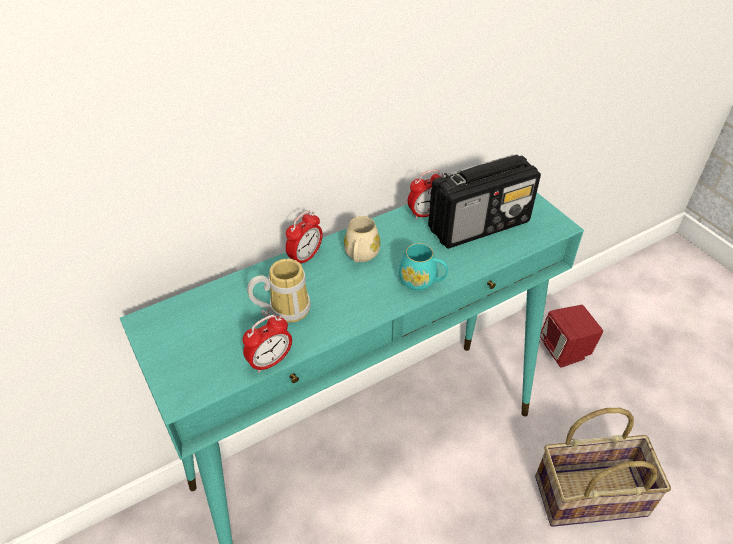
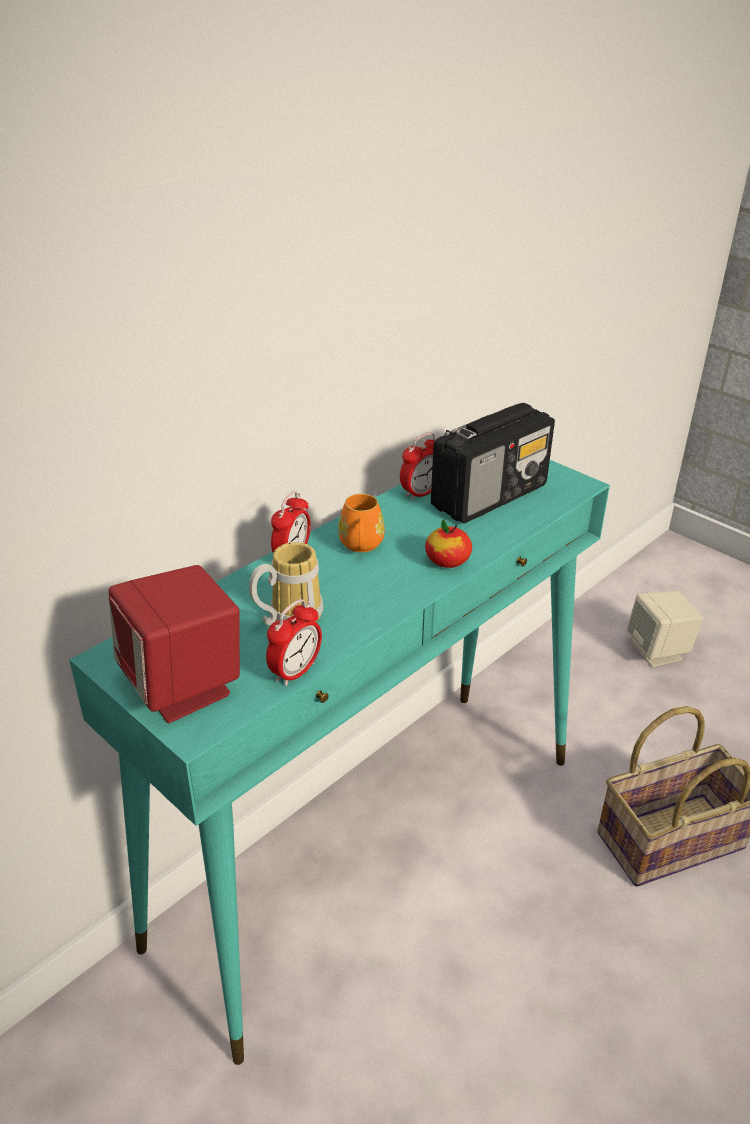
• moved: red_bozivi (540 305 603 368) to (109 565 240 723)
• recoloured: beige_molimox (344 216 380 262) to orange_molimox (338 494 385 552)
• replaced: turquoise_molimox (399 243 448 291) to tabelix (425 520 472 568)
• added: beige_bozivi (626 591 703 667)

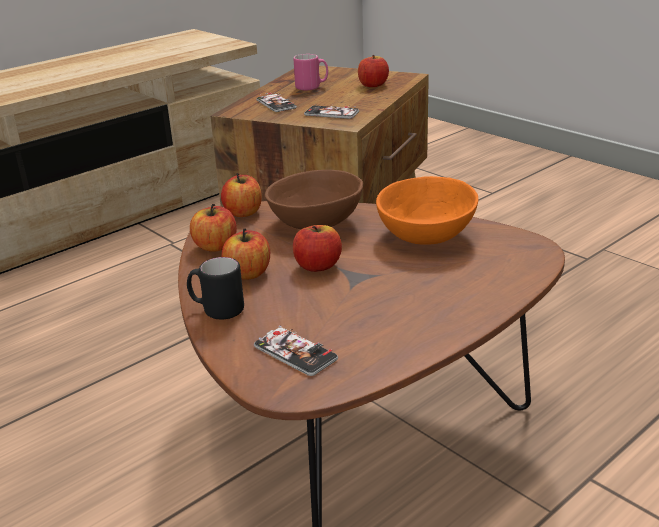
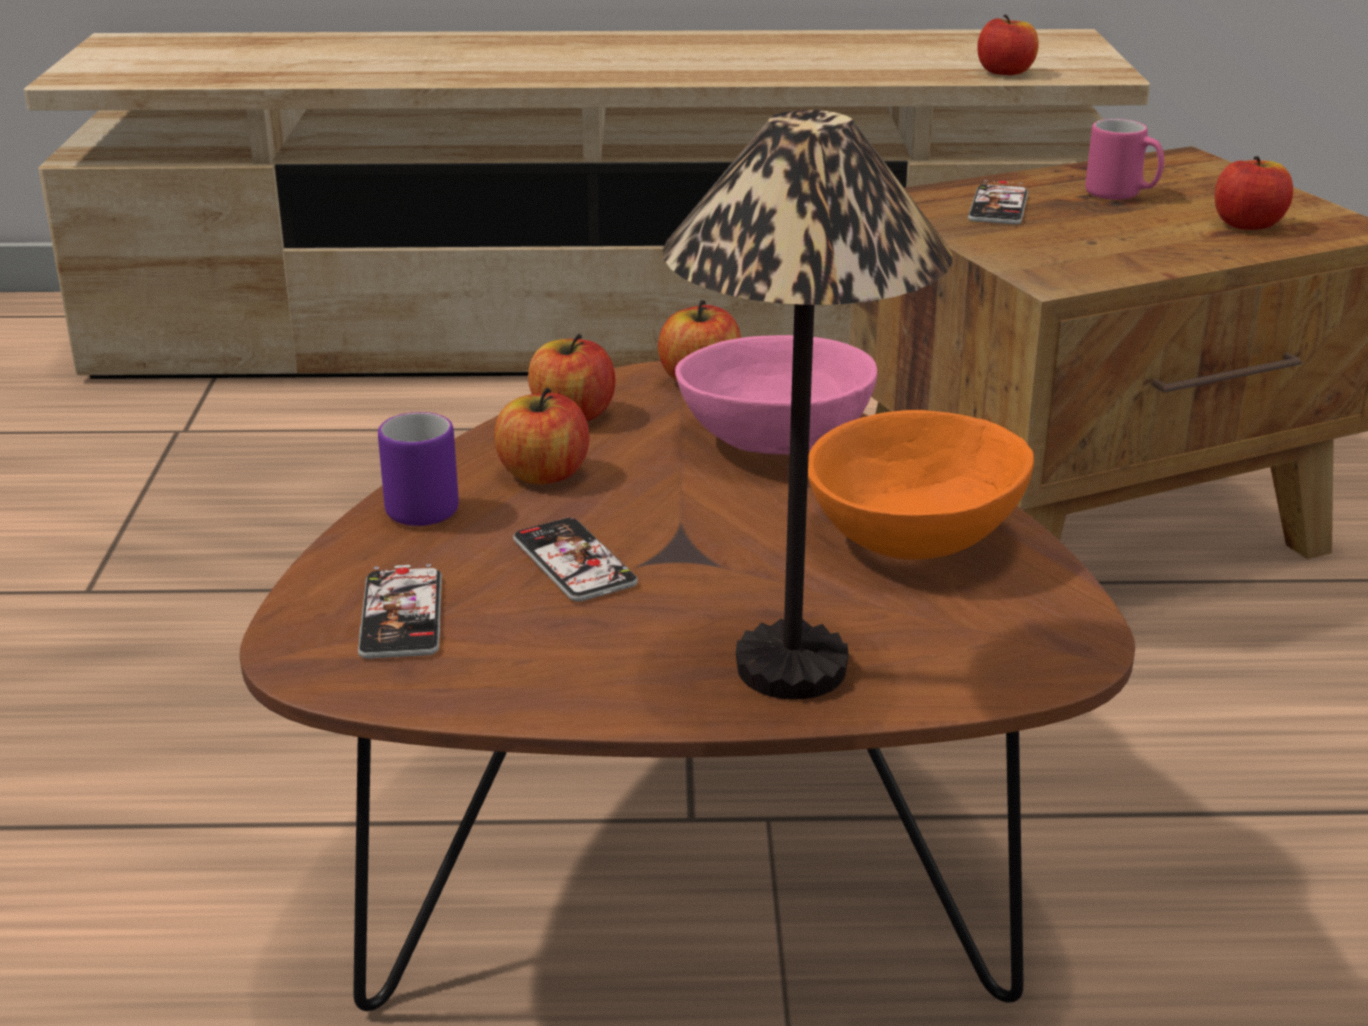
• recoloured: black_molimox (187 257 244 320) to purple_molimox (378 412 459 526)
• moved: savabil (304 104 359 119) to (513 517 638 602)
• added: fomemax (663 110 952 700)
• recoloured: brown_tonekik (265 170 363 229) to pink_tonekik (675 335 877 455)
• moved: tabelix (293 225 342 272) to (977 14 1039 75)

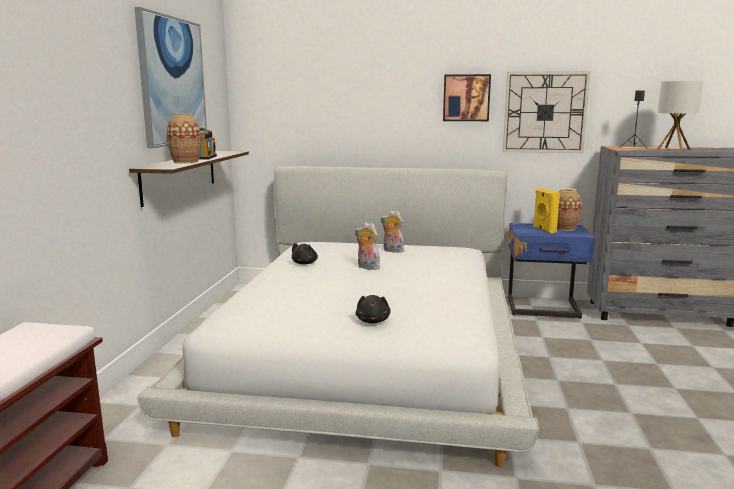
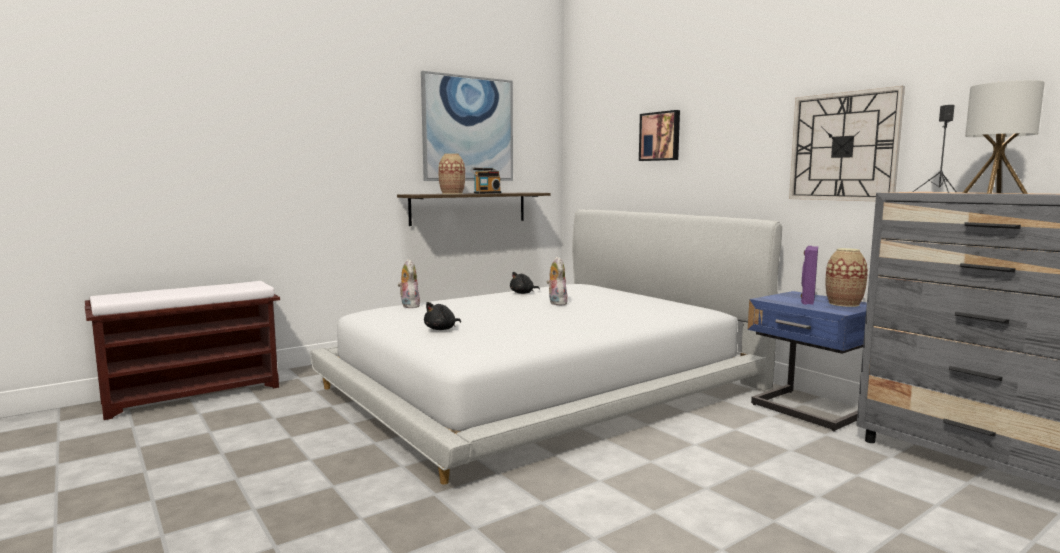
• moved: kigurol (381 210 404 253) to (398 259 420 308)
• moved: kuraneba (443 74 491 121) to (639 110 680 161)
• recoloured: yellow_bozivi (533 188 560 233) to purple_bozivi (801 246 818 305)

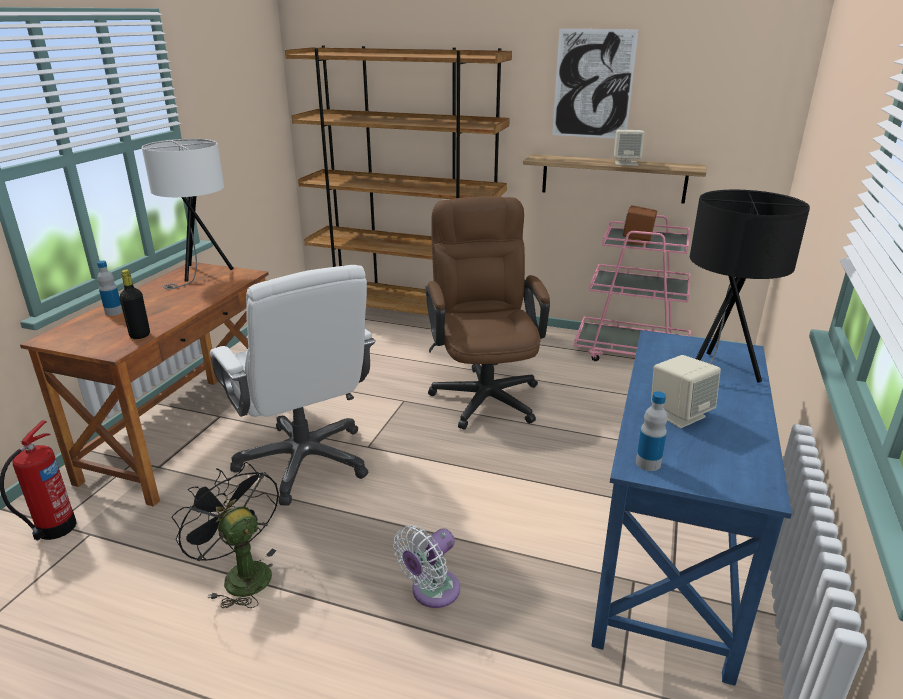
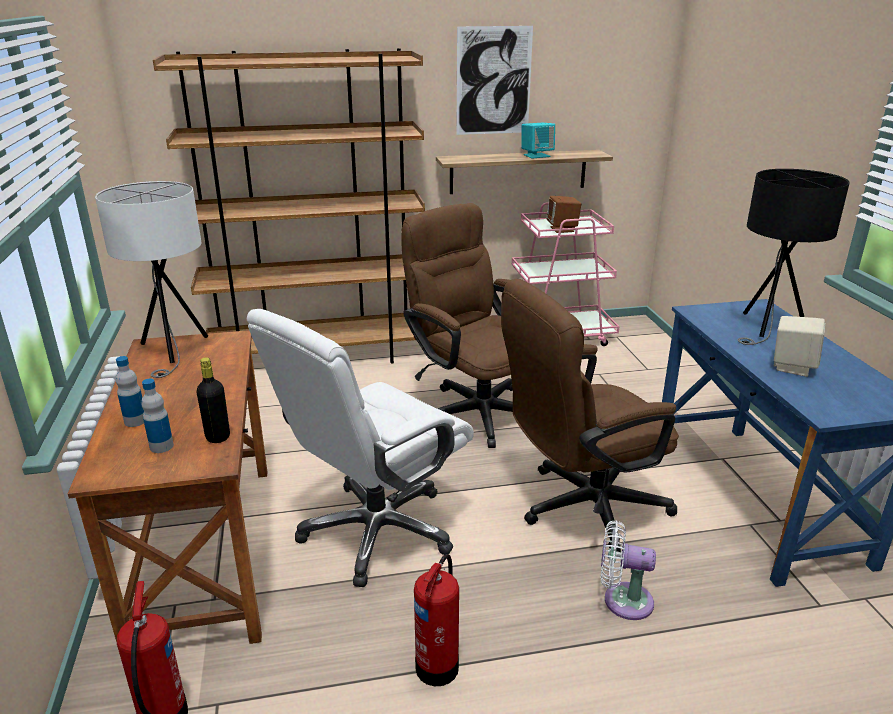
• moved: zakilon (636 391 668 471) to (141 379 174 453)
• turned: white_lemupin (210 265 376 506) = (247 309 474 587) 105 degrees clockwise
• replaced: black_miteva (172 462 279 608) to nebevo (414 554 459 686)
• added: brown_lemupin (501 279 679 552)
• recoloured: beige_bozivi (614 130 645 166) to turquoise_bozivi (521 123 555 159)
• turned: white_miteva (393 525 460 608) = (601 520 656 620) 90 degrees clockwise

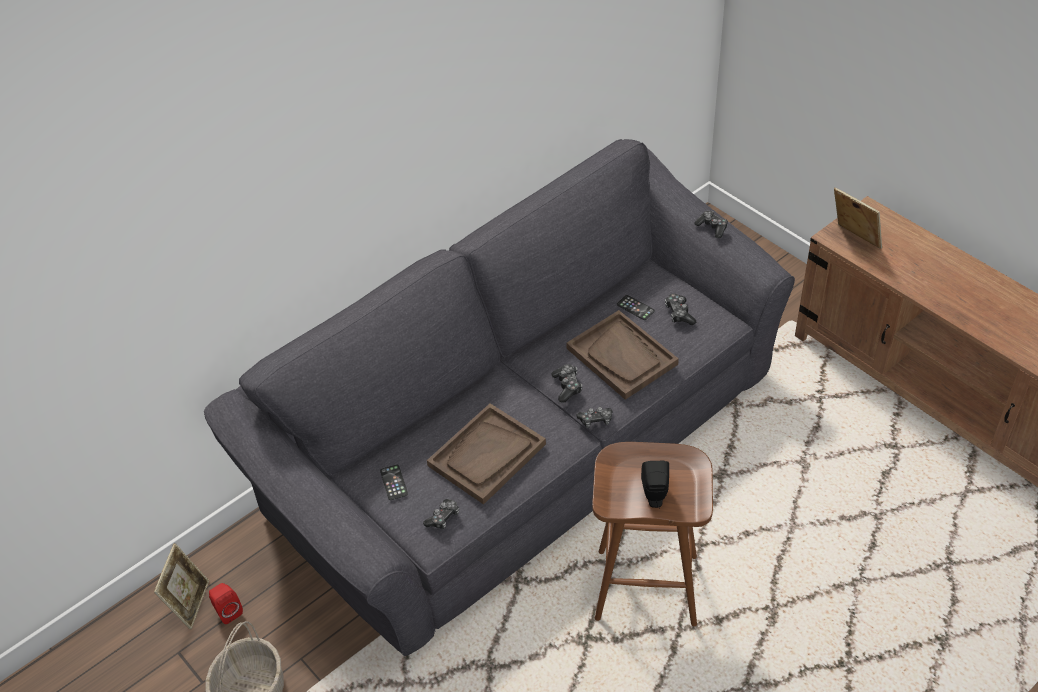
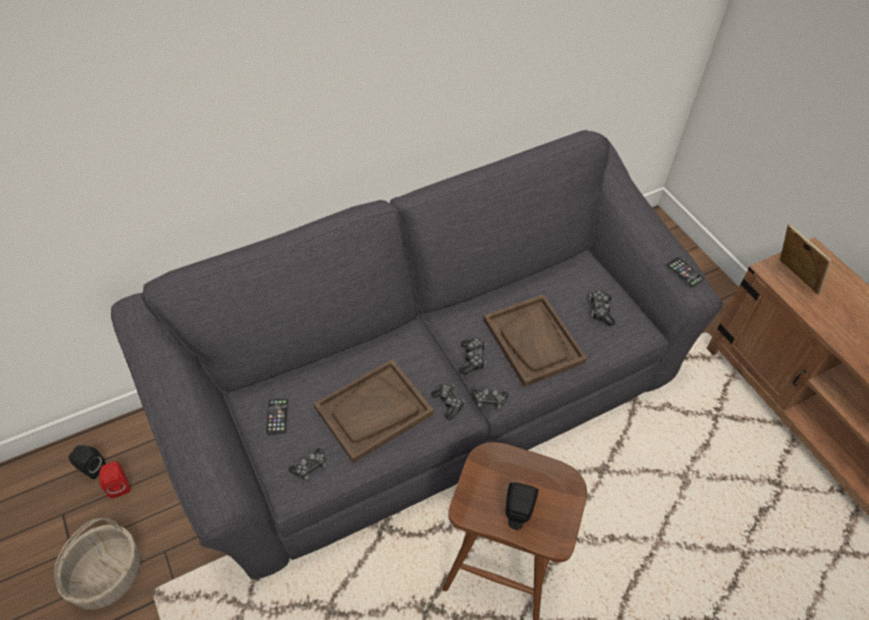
• replaced: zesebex (154 543 209 629) to black_bozivi (68 445 106 479)
• moved: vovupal (695 211 728 238) to (431 384 464 420)
• moved: savabil (617 295 655 320) to (667 257 704 287)

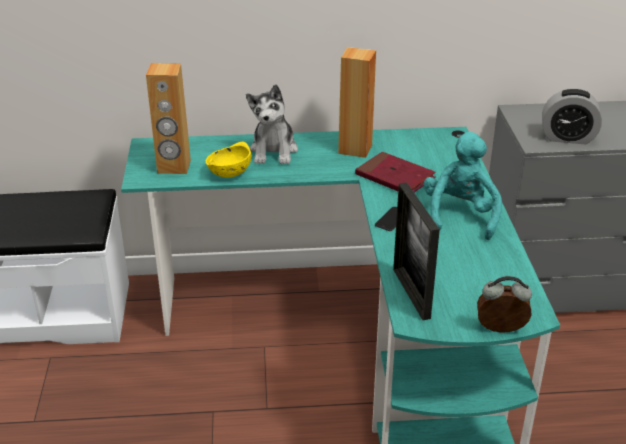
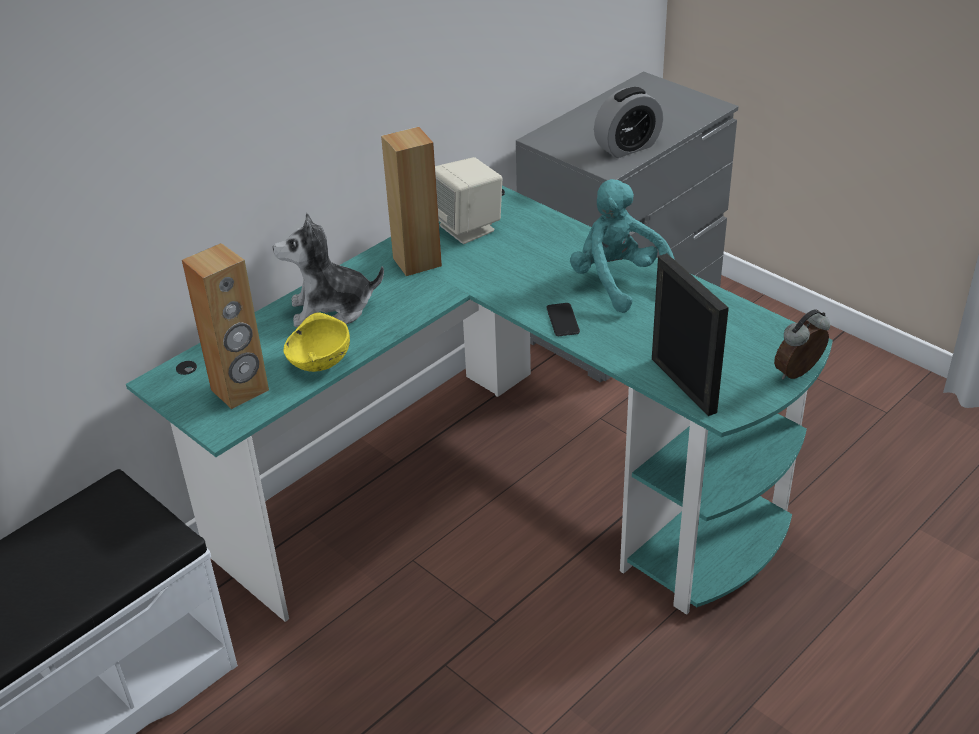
• turned: kigurol (246 84 298 164) = (273 213 384 327) 120 degrees clockwise
• added: beige_bozivi (435 157 502 244)
• turned: zesebex (393 183 440 320) = (652 253 729 416) 150 degrees counterclockwise
• removed: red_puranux (355 152 436 192)

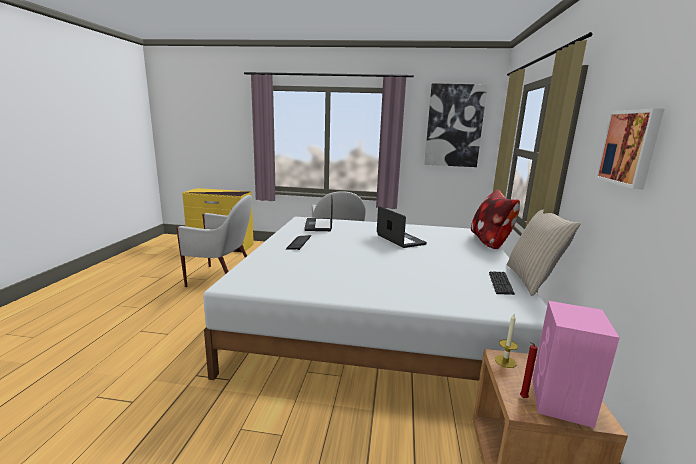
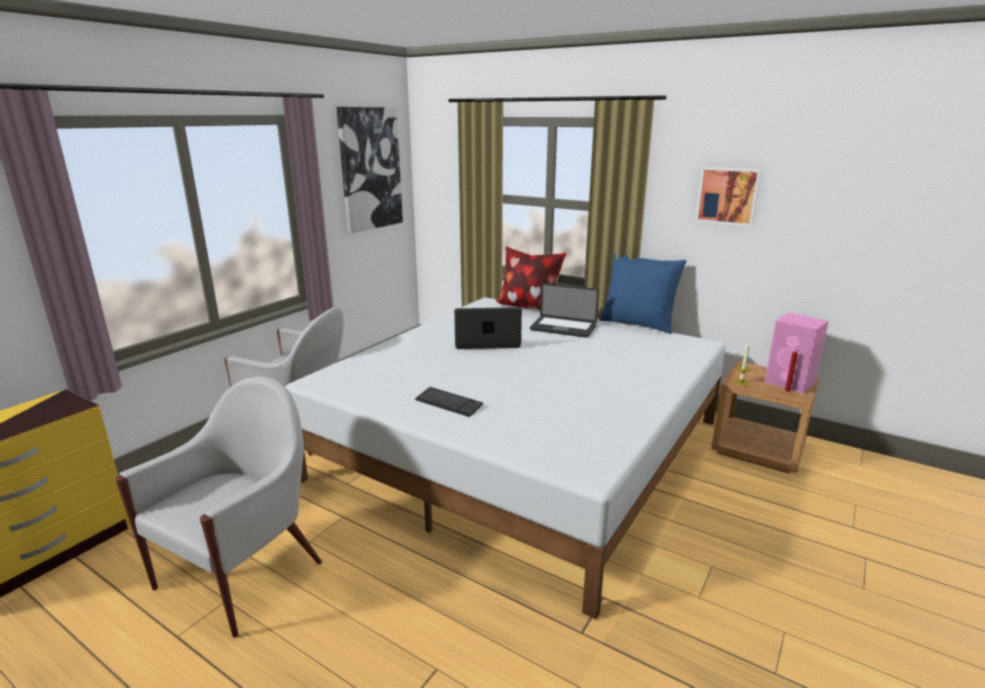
• moved: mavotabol (304 199 333 231) to (530 283 599 338)
• recoloured: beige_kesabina (507 209 581 296) to blue_kesabina (599 253 686 334)
• removed: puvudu (489 271 515 295)

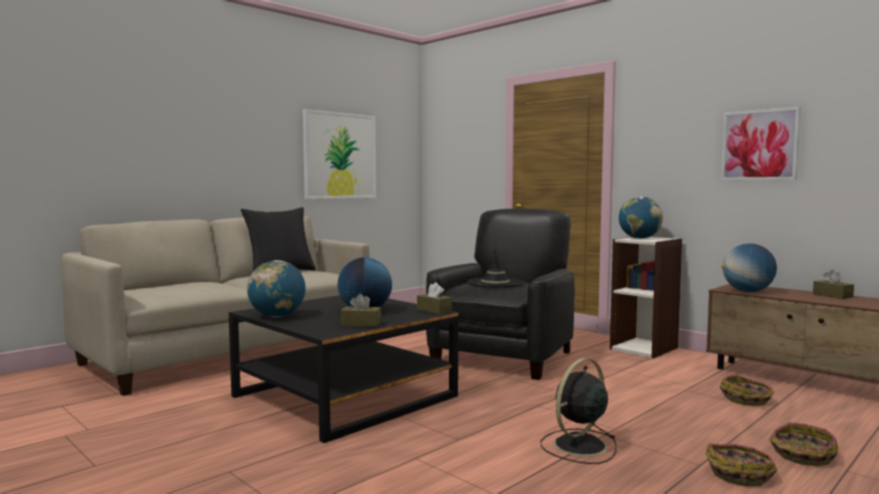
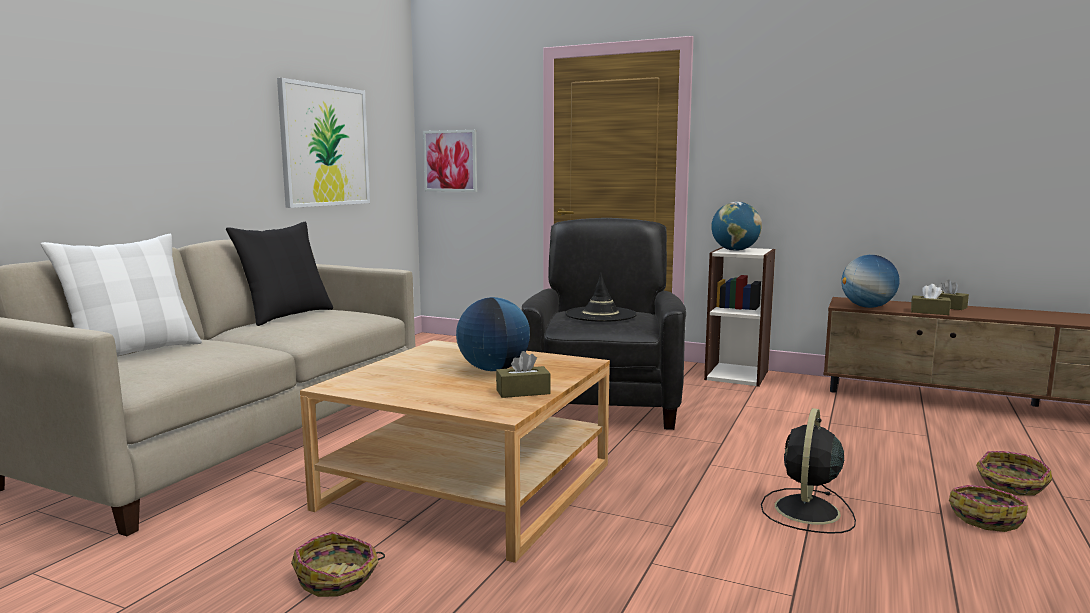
• added: white_kesabina (41 234 202 356)
• moved: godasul (719 375 775 406) to (291 532 385 597)
• recoloured: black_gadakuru (229 295 458 443) to beige_gadakuru (300 340 610 563)
• moved: kuraneba (721 107 801 181) to (423 130 477 192)
• moved: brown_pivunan (417 282 452 314) to (911 284 951 315)
• removed: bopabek (247 260 306 317)

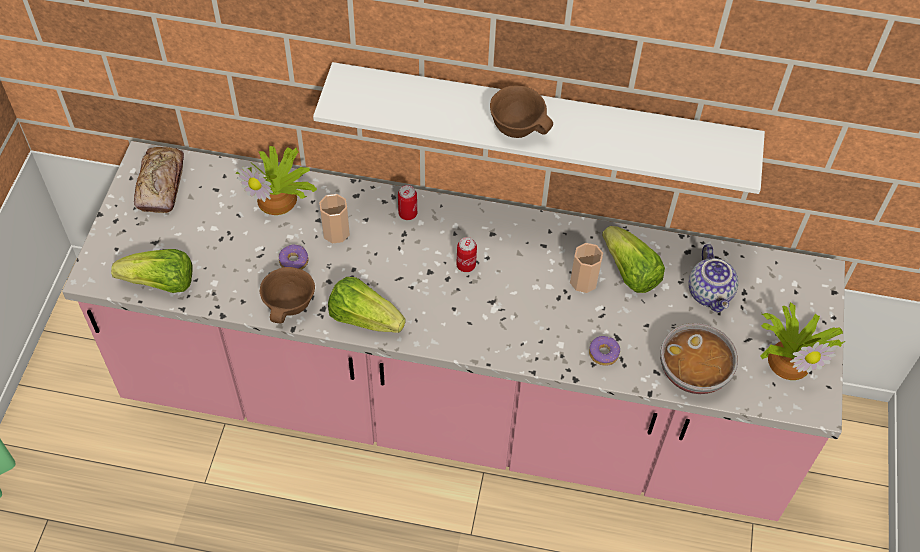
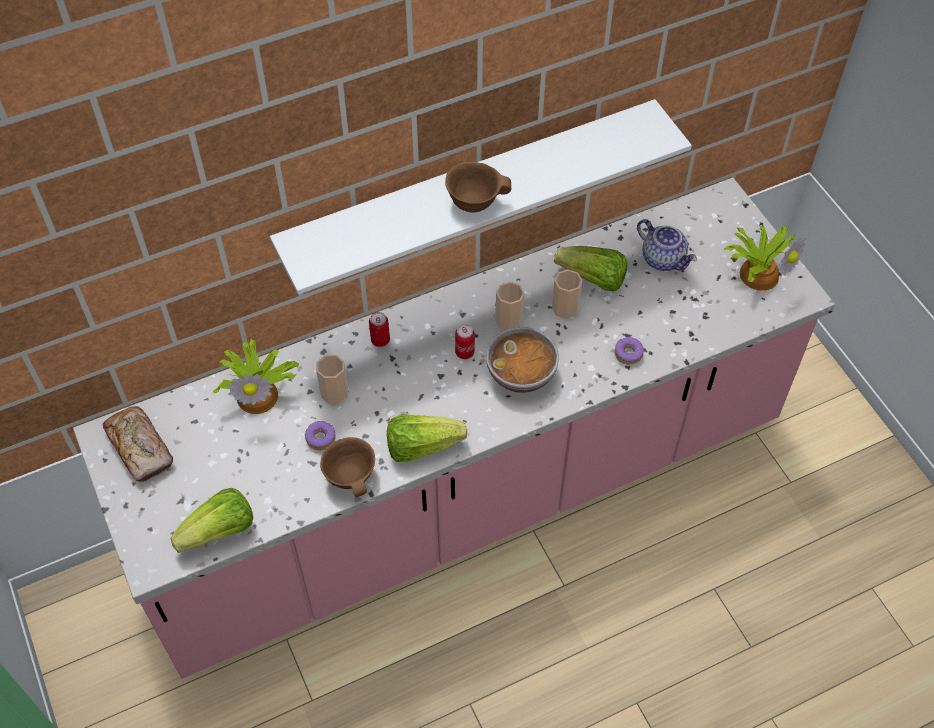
• moved: tonekik (660 323 738 394) to (486 327 559 393)
• added: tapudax (495 282 524 330)

